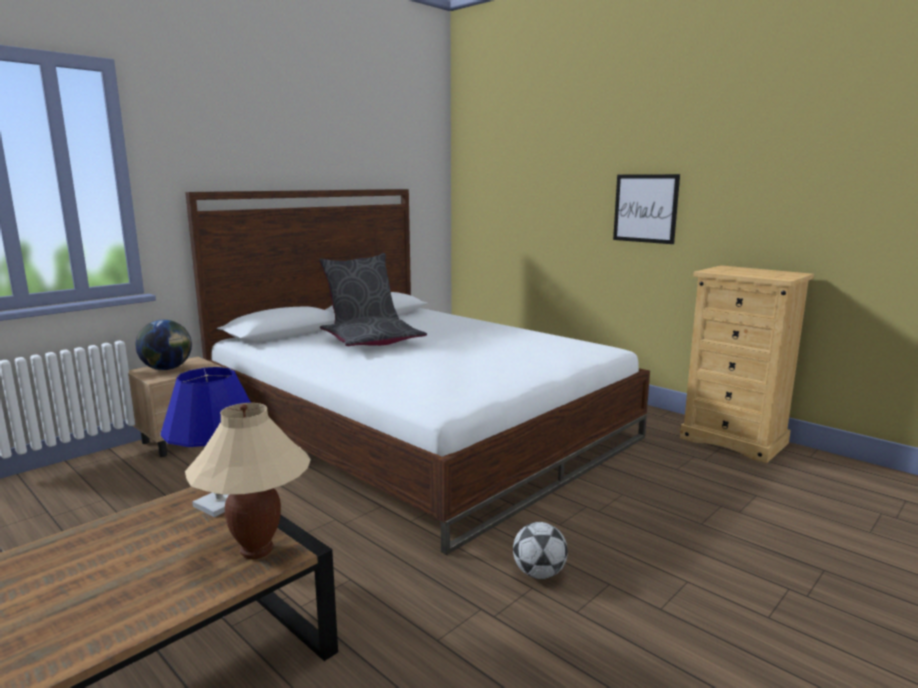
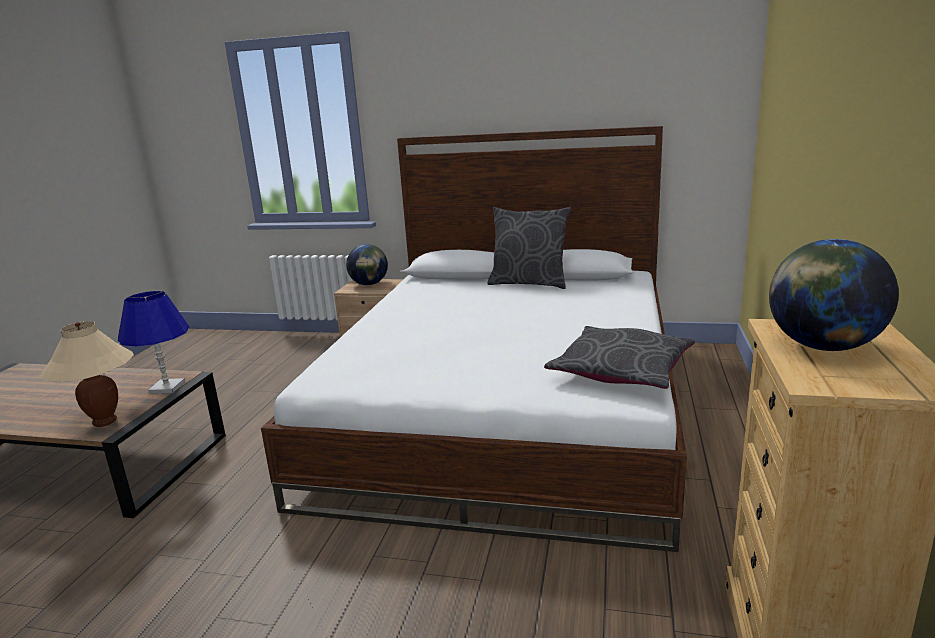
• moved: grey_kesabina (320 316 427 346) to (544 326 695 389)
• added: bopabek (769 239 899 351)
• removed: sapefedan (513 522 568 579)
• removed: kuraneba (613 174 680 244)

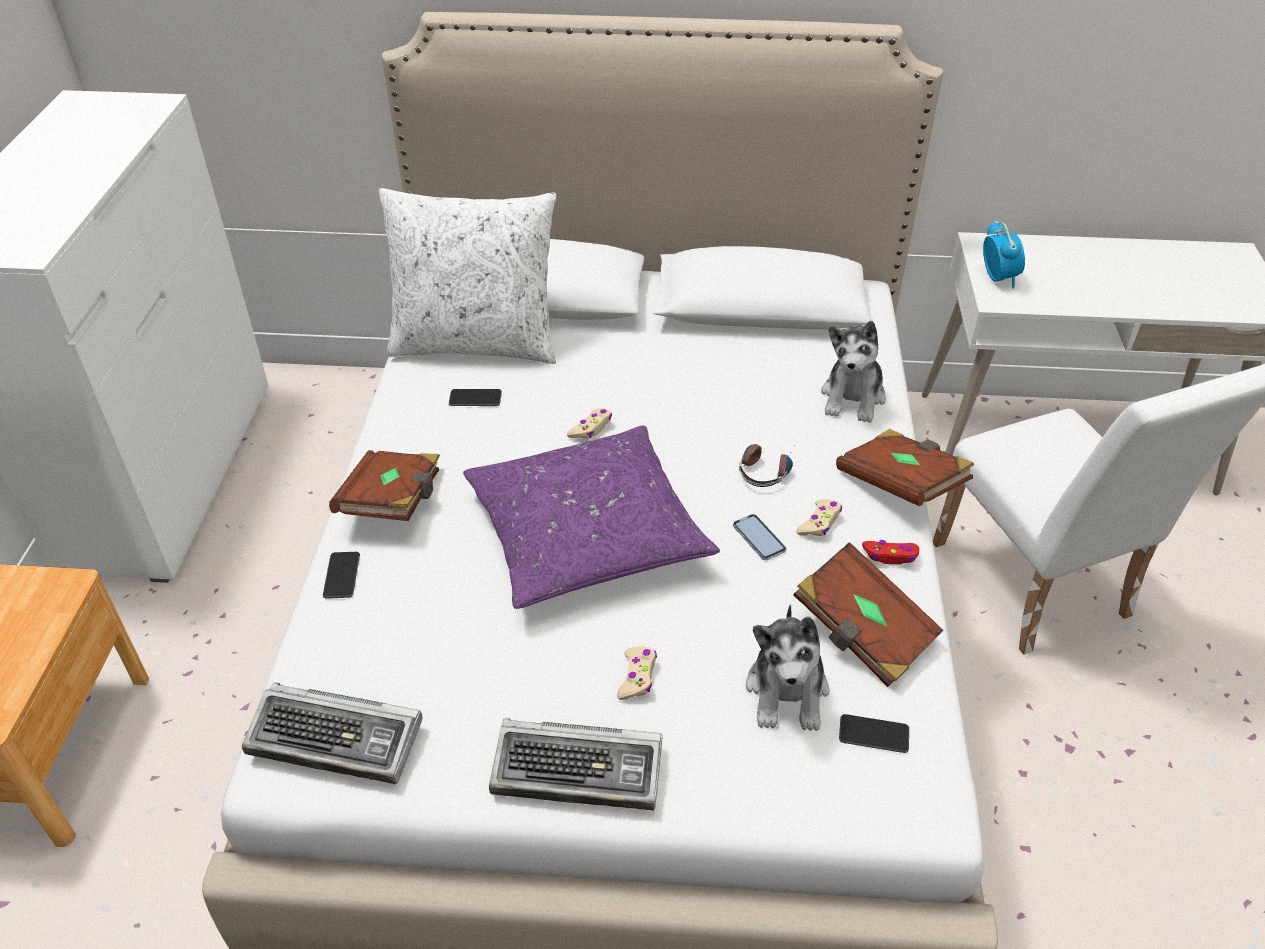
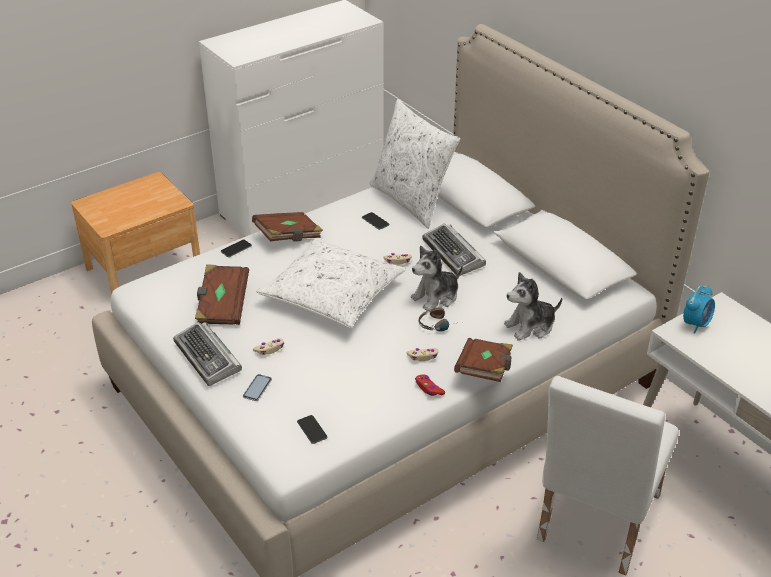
• moved: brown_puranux (793 542 943 687) to (195 264 249 325)
• moved: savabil (733 514 786 560) to (243 374 272 401)
• recoloured: purple_kesabina (463 425 720 609) to white_kesabina (256 239 406 328)
• moved: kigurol (746 605 829 731) to (411 246 463 312)
• moved: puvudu (242 682 423 784) to (423 223 486 276)

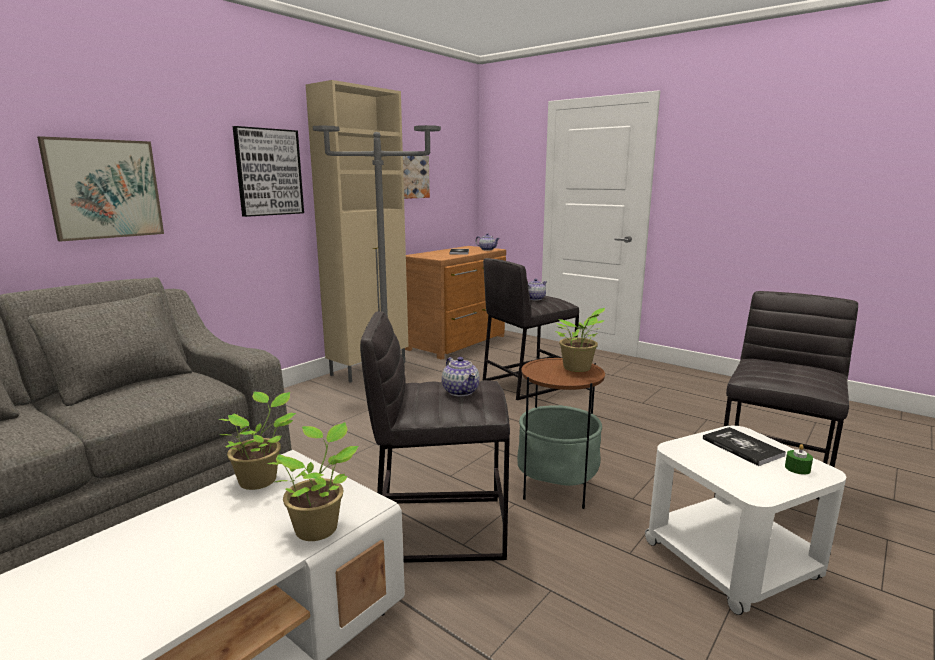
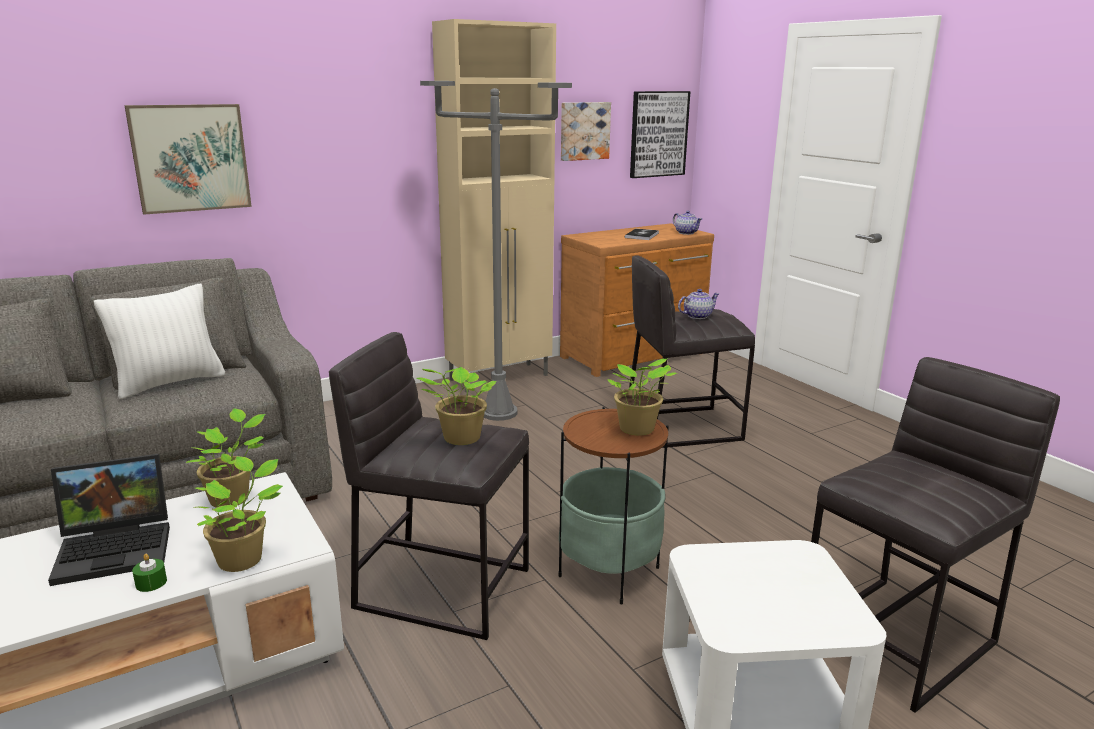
• added: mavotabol (48 454 170 586)
• added: white_kesabina (94 284 225 399)
• moved: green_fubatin (785 444 813 475) to (132 554 167 592)
• replaced: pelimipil (442 357 479 396) to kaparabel (417 367 496 445)
• moved: kuraneba (233 126 304 217) to (630 91 691 178)
• removed: puranux (703 427 786 466)

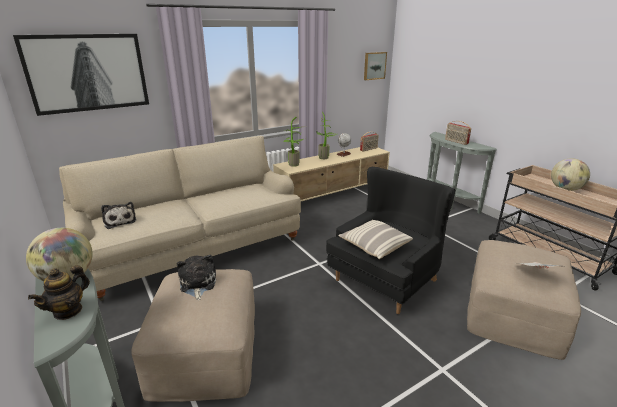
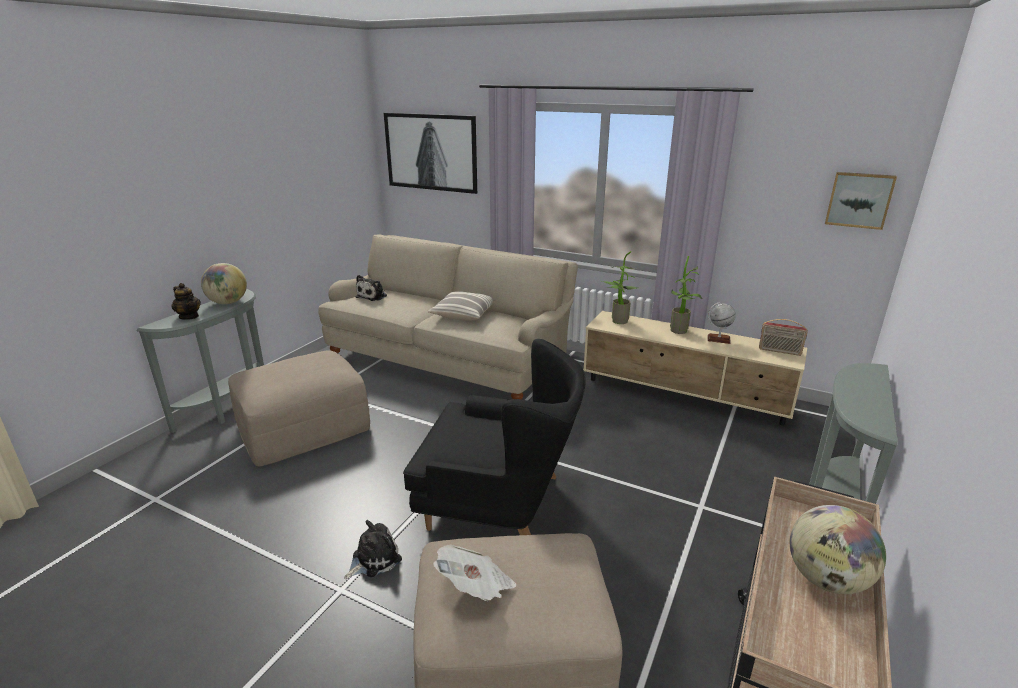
• turned: pelimipil (28 265 90 320) = (171 283 201 320) 135 degrees counterclockwise
• moved: kigurol (177 255 216 301) to (344 520 402 579)
• moved: kesabina (338 220 413 259) to (428 291 496 321)
• removed: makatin (445 121 471 145)

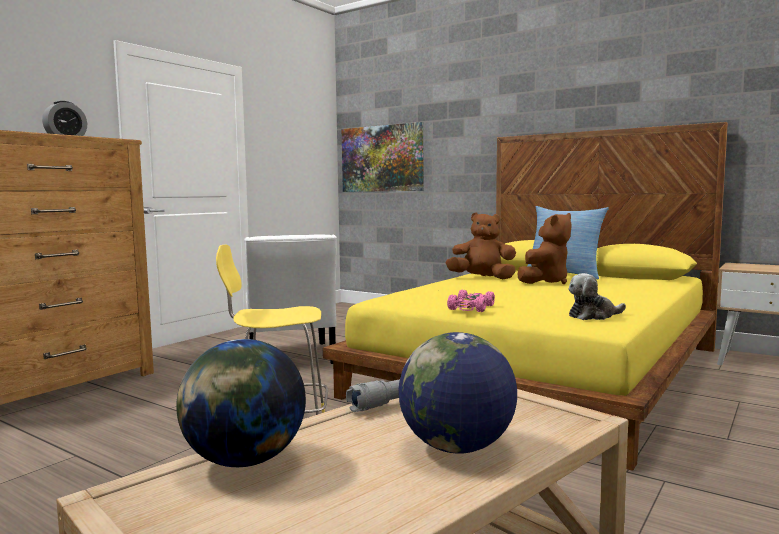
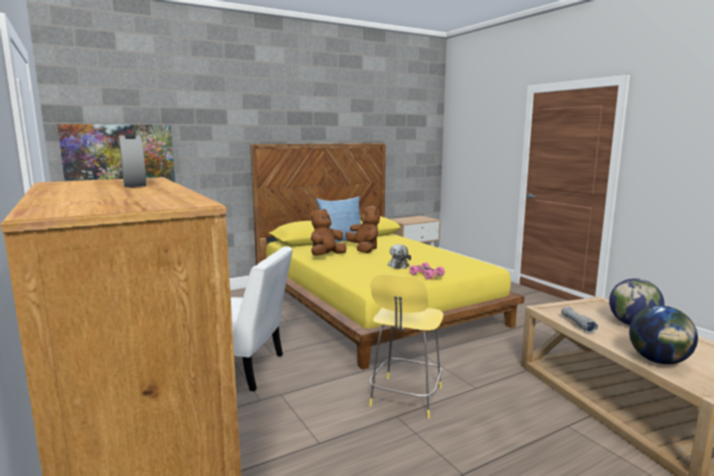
• moved: kigurol (569 273 626 320) to (388 244 411 269)

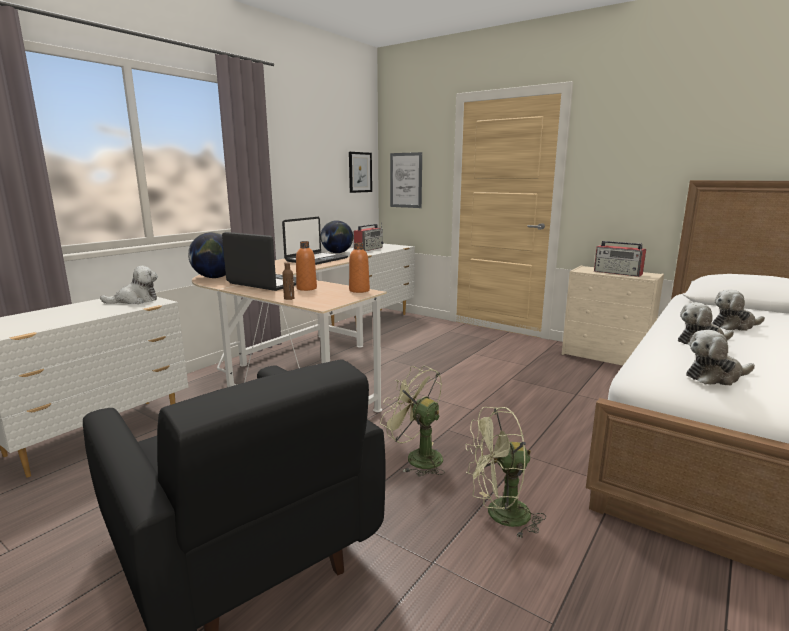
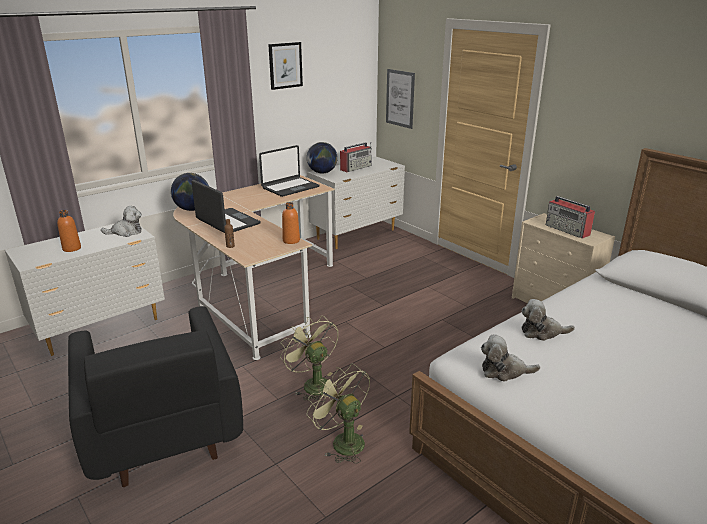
• moved: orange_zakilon (296 241 317 291) to (57 210 81 252)
• moved: kuraneba (349 152 372 193) to (268 42 303 90)
• turned: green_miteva (466 407 546 539) = (307 363 370 464) 45 degrees clockwise
• removed: kigurol (712 290 765 331)

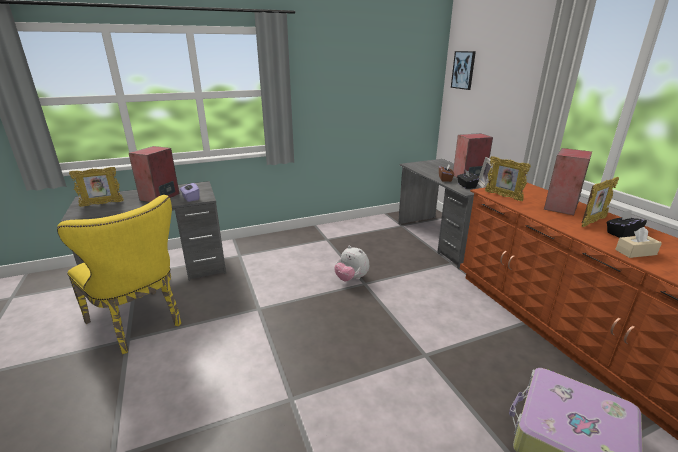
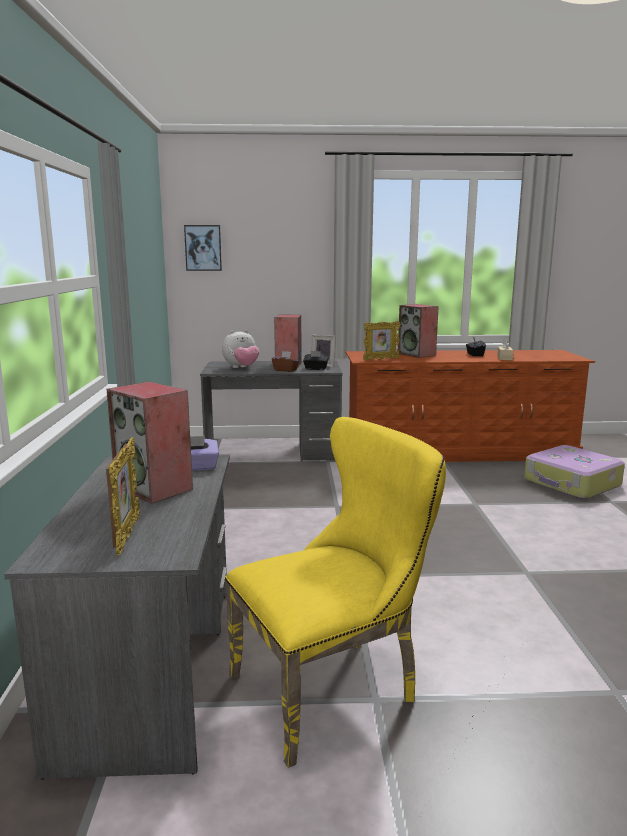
• moved: kigurol (334 246 369 281) to (222 330 259 368)
• removed: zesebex (582 177 619 227)

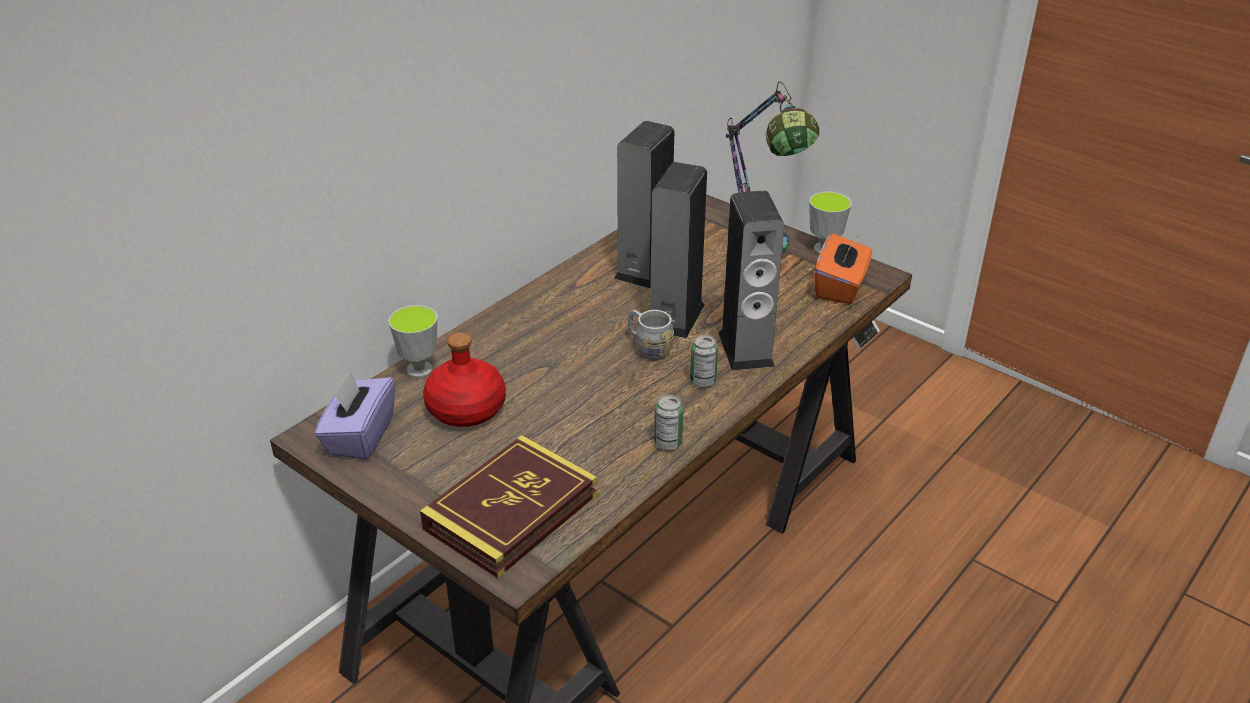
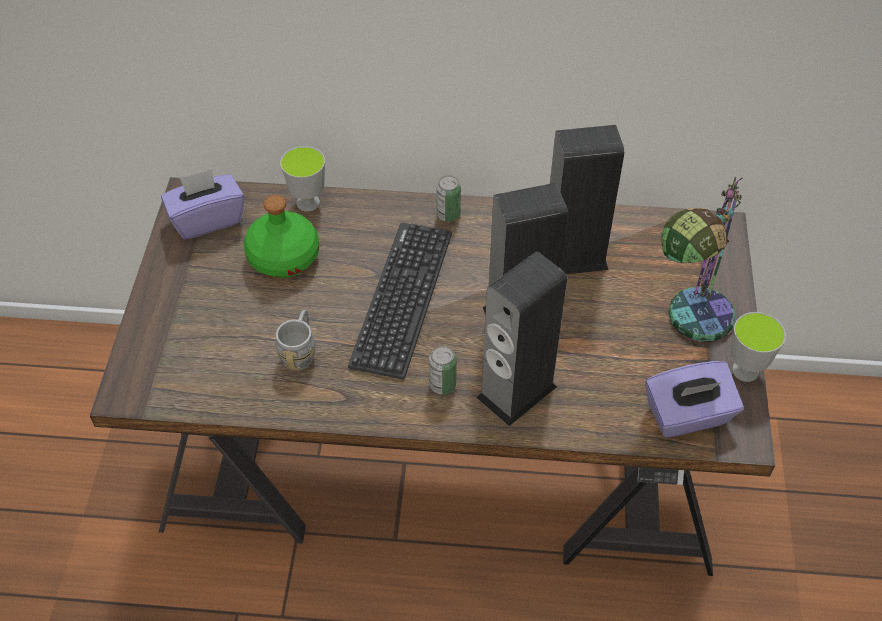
• recoloured: red_zakilon (423 333 506 427) to green_zakilon (244 195 319 278)
• moved: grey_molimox (628 310 674 360) to (275 310 315 371)
• added: puvudu (348 223 452 379)
• moved: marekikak (654 395 684 450) to (436 175 461 222)
• recoloured: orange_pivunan (814 233 872 304) to purple_pivunan (645 361 744 438)
• removed: puranux (420 435 597 578)

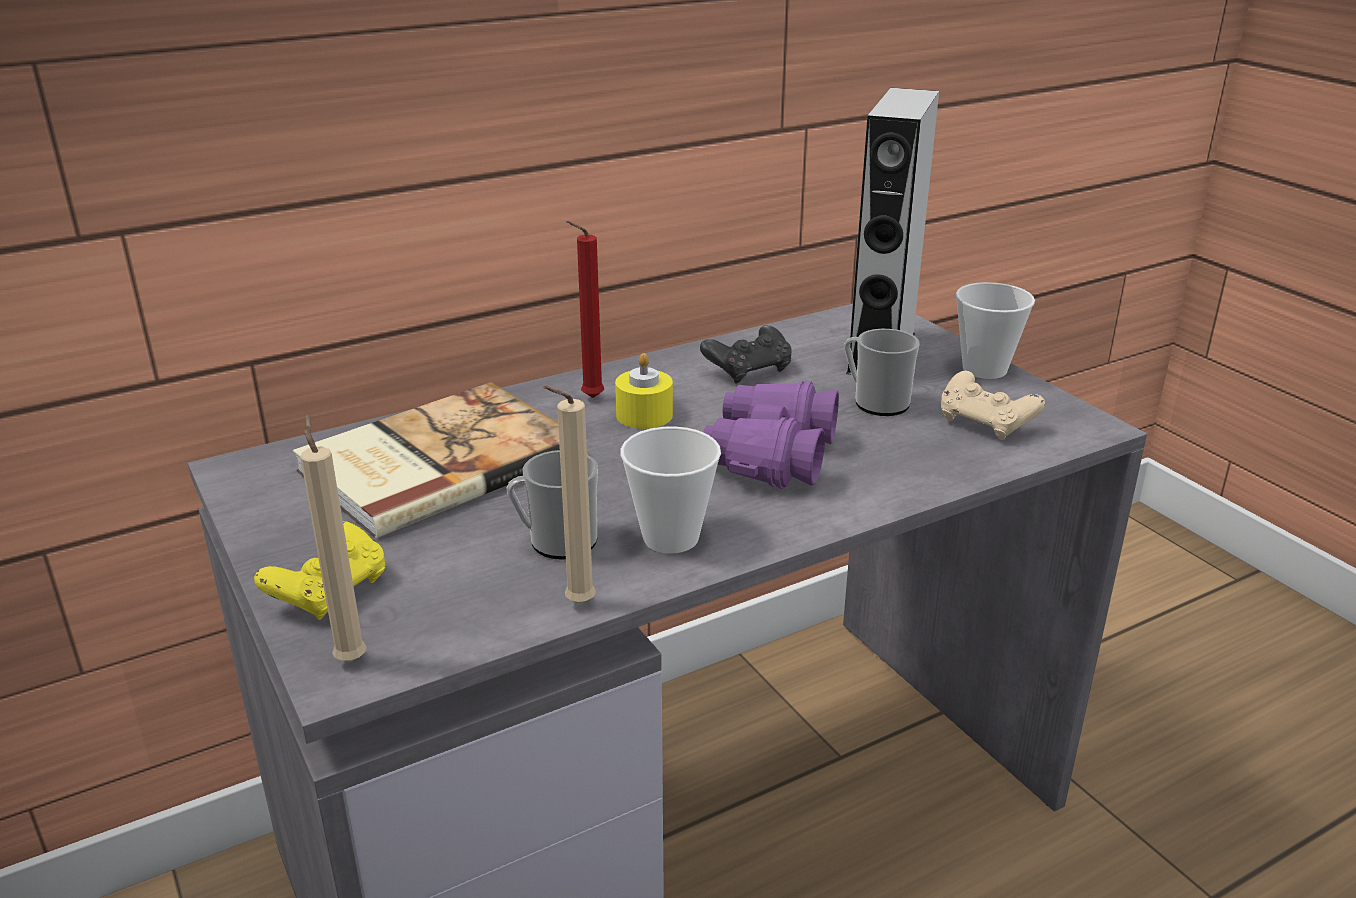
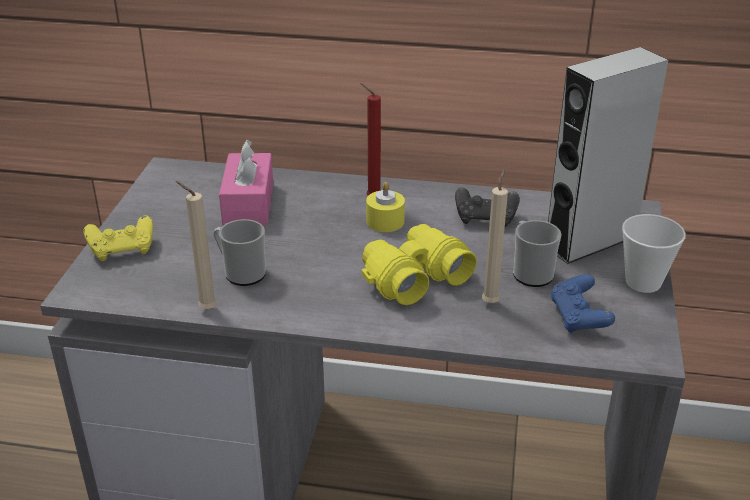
• replaced: puranux (293 382 560 538) to pink_pivunan (219 140 273 225)
• recoloured: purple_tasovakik (703 381 839 489) to yellow_tasovakik (362 224 477 305)
• moved: beige_fubatin (300 414 367 662) to (482 169 508 304)
• recoloured: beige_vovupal (941 371 1045 440) to blue_vovupal (550 274 615 334)
• removed: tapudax (621 426 721 554)

